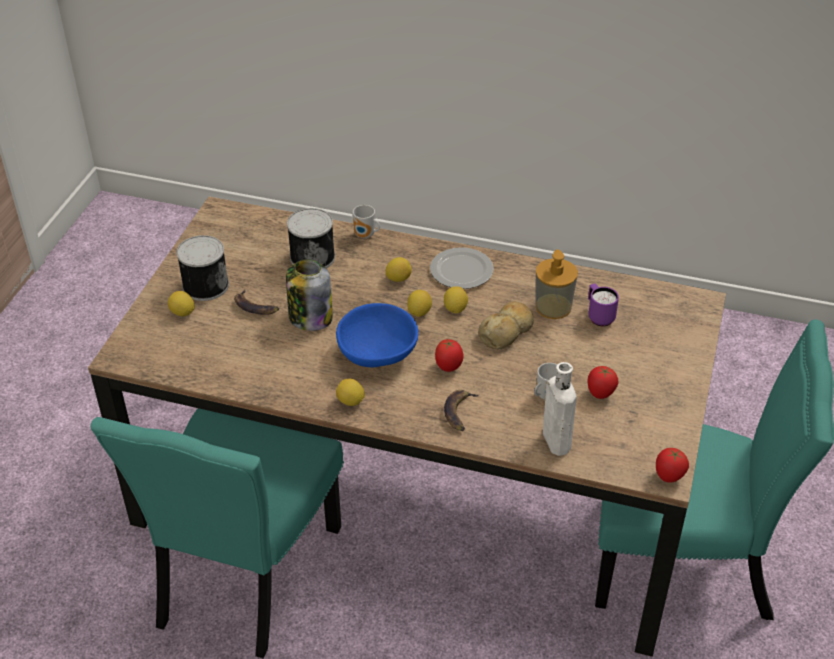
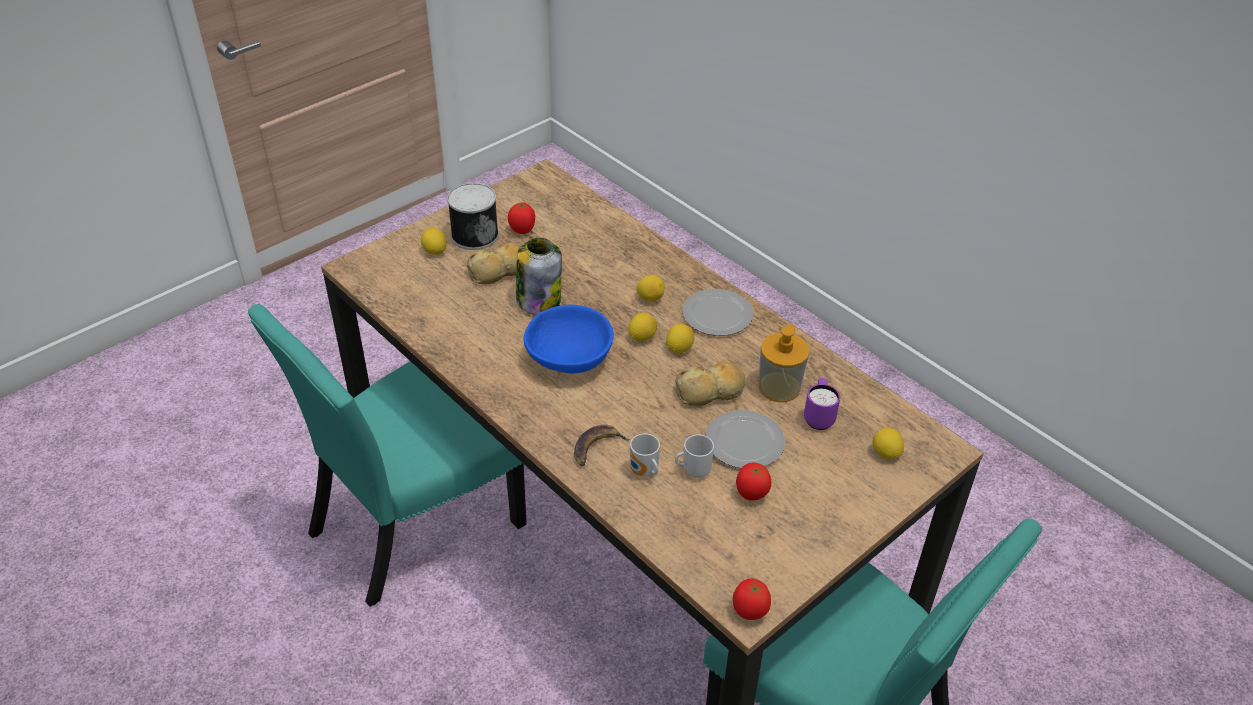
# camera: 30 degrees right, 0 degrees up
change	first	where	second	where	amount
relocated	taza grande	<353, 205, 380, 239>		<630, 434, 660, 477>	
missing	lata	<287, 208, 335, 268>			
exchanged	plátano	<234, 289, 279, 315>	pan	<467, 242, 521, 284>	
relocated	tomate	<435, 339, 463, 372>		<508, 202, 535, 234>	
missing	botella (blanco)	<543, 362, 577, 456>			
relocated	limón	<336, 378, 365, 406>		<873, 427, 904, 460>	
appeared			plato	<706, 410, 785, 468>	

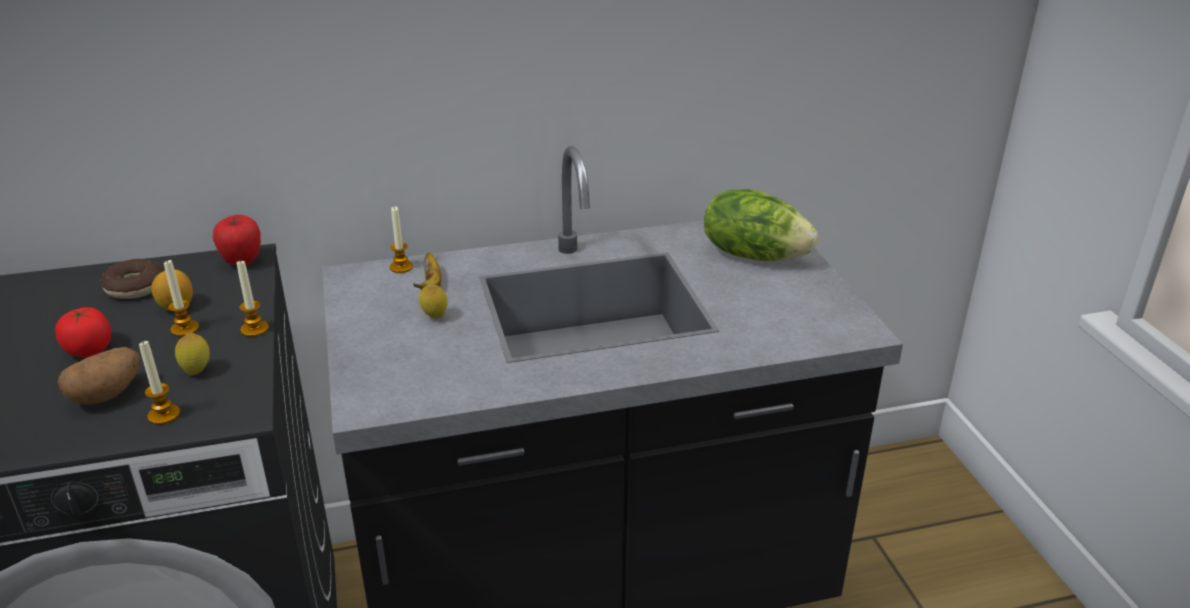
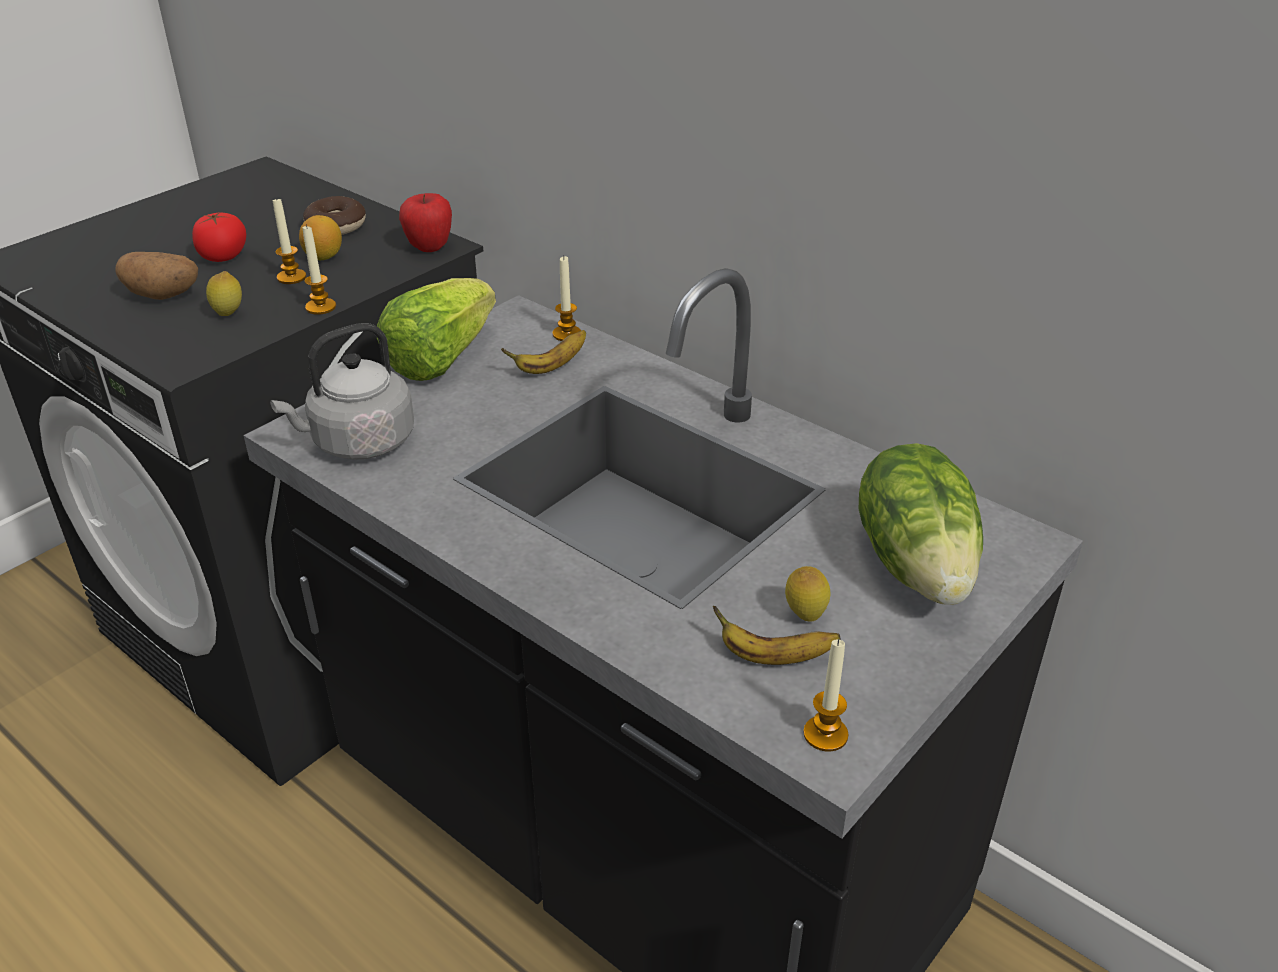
# camera: 55 degrees right, 5 degrees up
change	first	where	second	where	amount
relocated	limón	<419, 285, 448, 319>		<785, 566, 830, 622>	
relocated	vela	<139, 340, 180, 425>		<803, 639, 849, 751>	
appeared			lechuga	<377, 278, 496, 381>	
appeared			hervidor (gris)	<270, 323, 414, 460>	
appeared			plátano	<713, 606, 841, 665>	

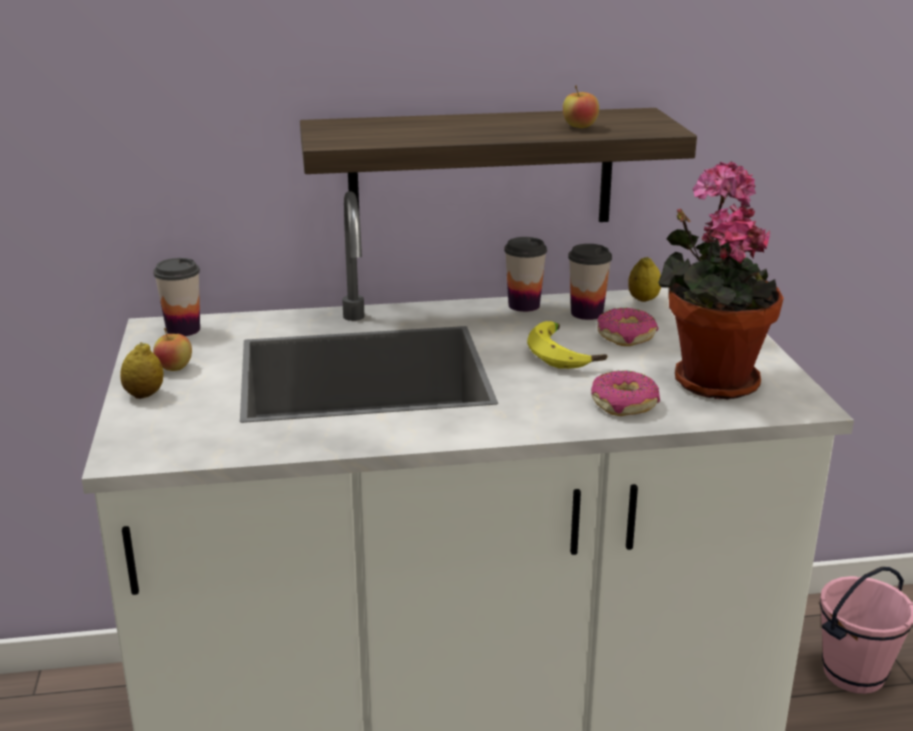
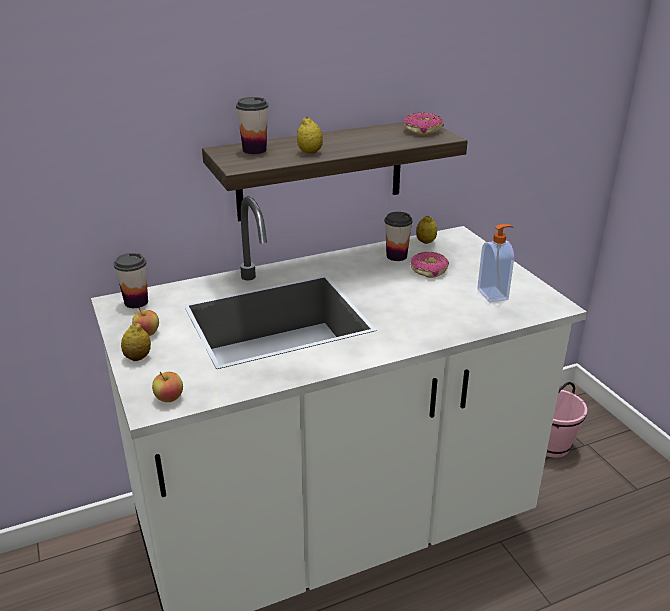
# camera: 15 degrees left, 5 degrees up
change	first	where	second	where	amount
relocated	manzana	<563, 85, 599, 128>		<152, 372, 183, 402>	
exchanged	planta en maceta	<658, 162, 784, 400>	dispensador de jabón	<477, 224, 514, 302>	
relocated	taza	<504, 237, 547, 312>		<236, 97, 268, 154>	
missing	plátano	<527, 321, 607, 369>			
relocated	rosquilla	<591, 371, 660, 416>		<404, 112, 444, 135>	
appeared			limón	<297, 117, 323, 154>	

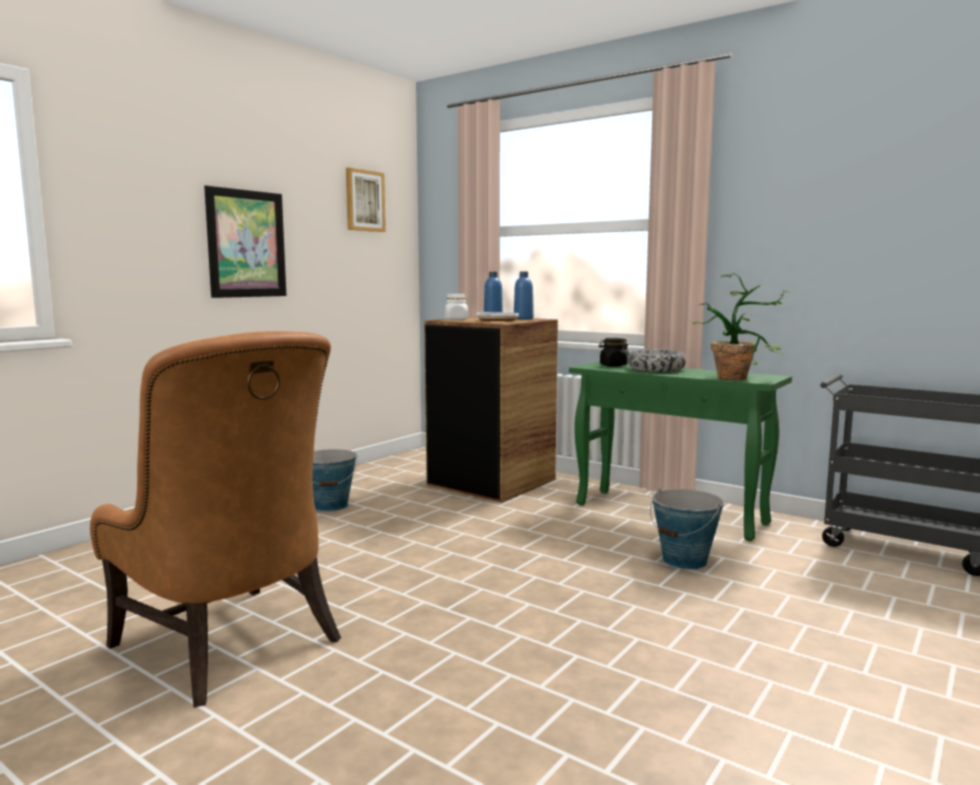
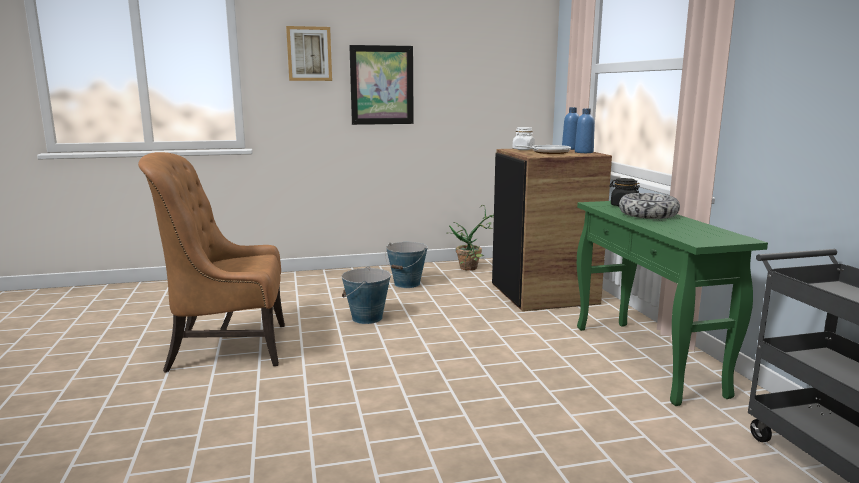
# camera: 40 degrees right, 5 degrees up
change	first	where	second	where	amount
relocated	cuadro	<346, 168, 386, 232>		<286, 26, 332, 81>	
relocated	planta en maceta	<692, 273, 792, 380>		<446, 205, 494, 271>	
spun	silla (marrón)	<90, 331, 341, 708>		<138, 152, 285, 373>	90 degrees clockwise
relocated	cubo	<650, 489, 724, 570>		<341, 266, 391, 324>	

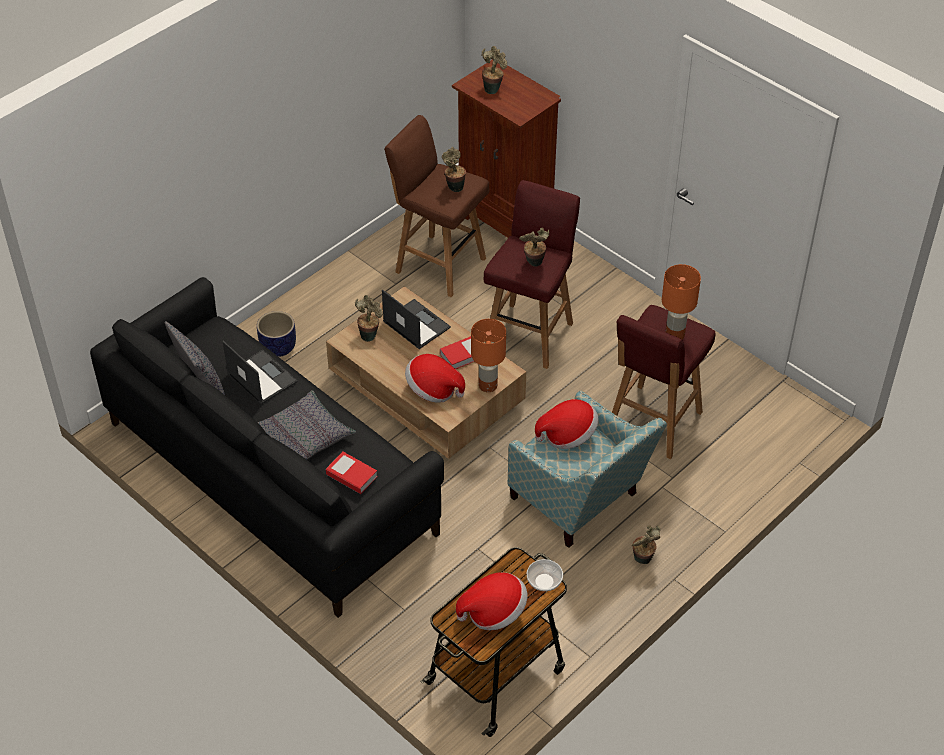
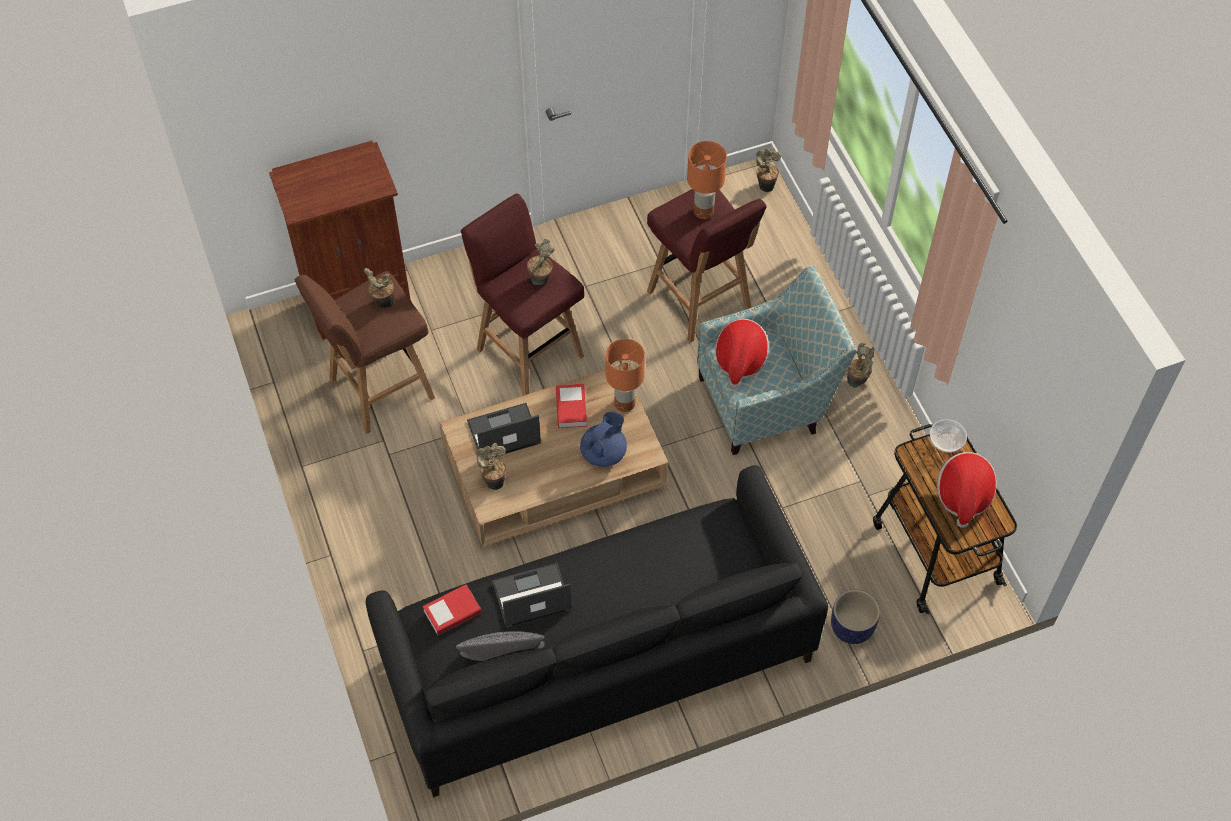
# camera: 65 degrees left, 10 degrees up
change	first	where	second	where	amount
relocated	planta en maceta	<482, 46, 507, 94>		<756, 148, 781, 192>	
relocated	maceta	<257, 311, 296, 357>		<831, 589, 880, 644>	
exchanged	sombrero	<405, 354, 465, 402>	tetera (azul)	<580, 412, 627, 467>	
missing	cojín (gris)	<257, 390, 356, 460>			
relocated	libro	<326, 452, 378, 494>		<423, 584, 481, 635>	

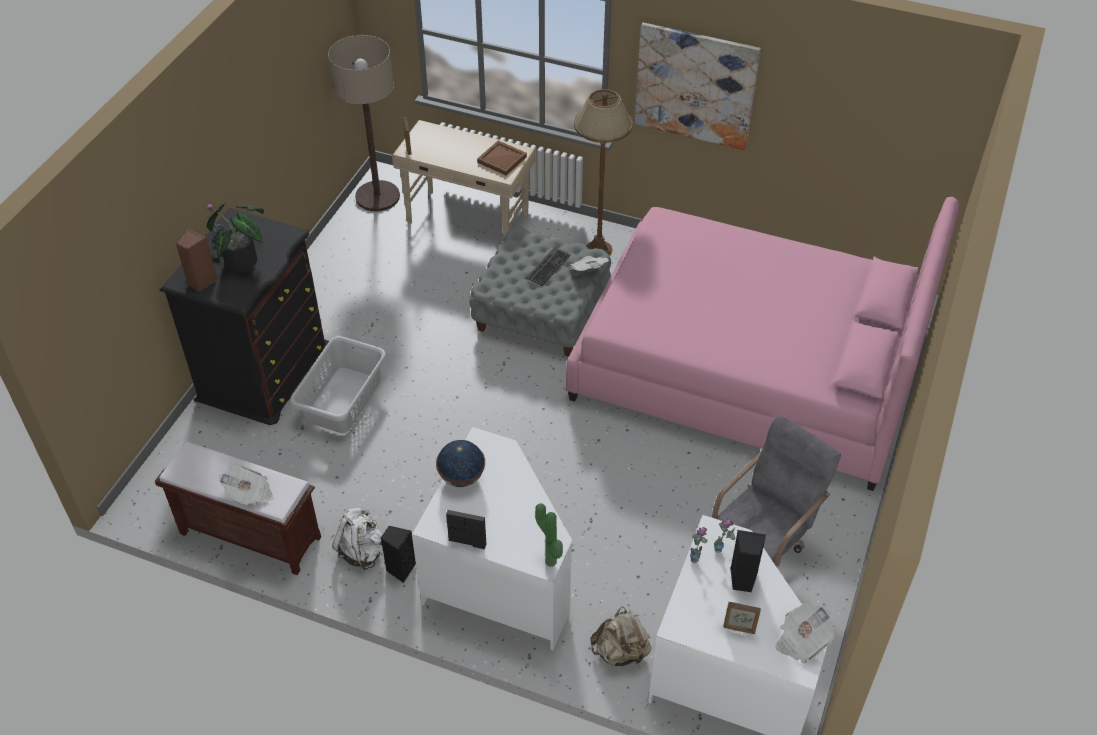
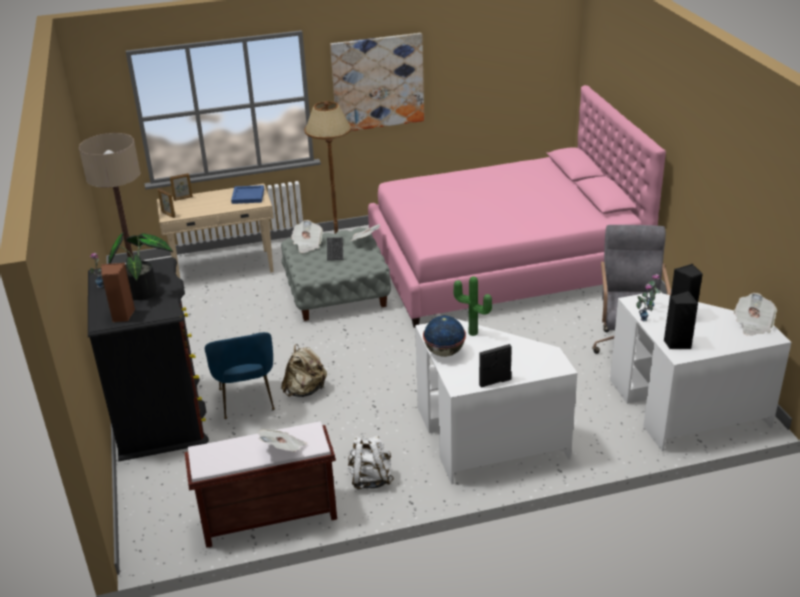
# camera: 35 degrees left, 15 degrees down
change	first	where	second	where	amount
colour	bandeja (marrón)	<477, 141, 527, 175>	bandeja (azul)	<231, 185, 264, 204>	
exchanged	cesto de la ropa (gris)	<290, 336, 387, 433>	silla (azul)	<205, 332, 275, 419>	
relocated	planta en maceta	<535, 503, 563, 567>		<454, 277, 492, 336>	
relocated	altavoz (negro)	<381, 525, 416, 583>		<664, 291, 698, 349>	
relocated	portarretratos	<724, 601, 761, 634>		<170, 173, 193, 201>	
relocated	mochila (beis)	<590, 606, 652, 667>		<281, 344, 327, 397>	
appeared			periódico	<291, 220, 323, 253>	

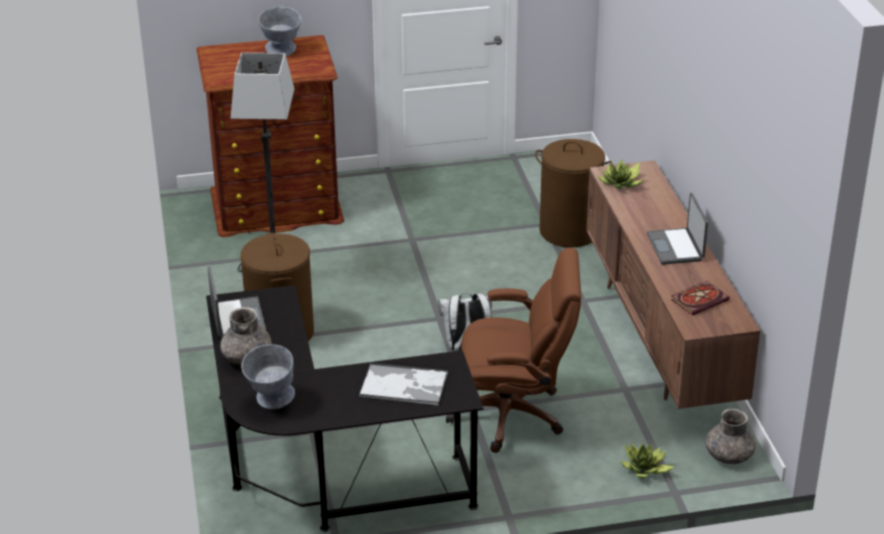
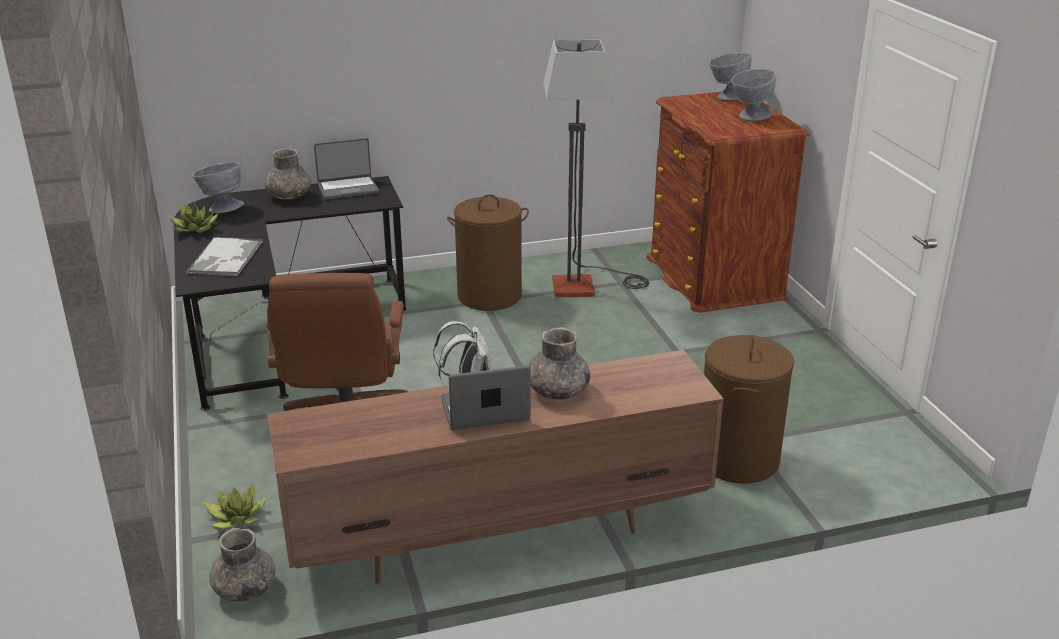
# camera: 85 degrees right, 5 degrees down
change	first	where	second	where	amount
relocated	planta en maceta	<597, 160, 643, 189>		<168, 203, 219, 233>	
missing	libro	<671, 281, 730, 315>			
appeared			cuenco (gris)	<709, 52, 752, 100>	
appeared			florero (gris)	<528, 327, 590, 399>	

